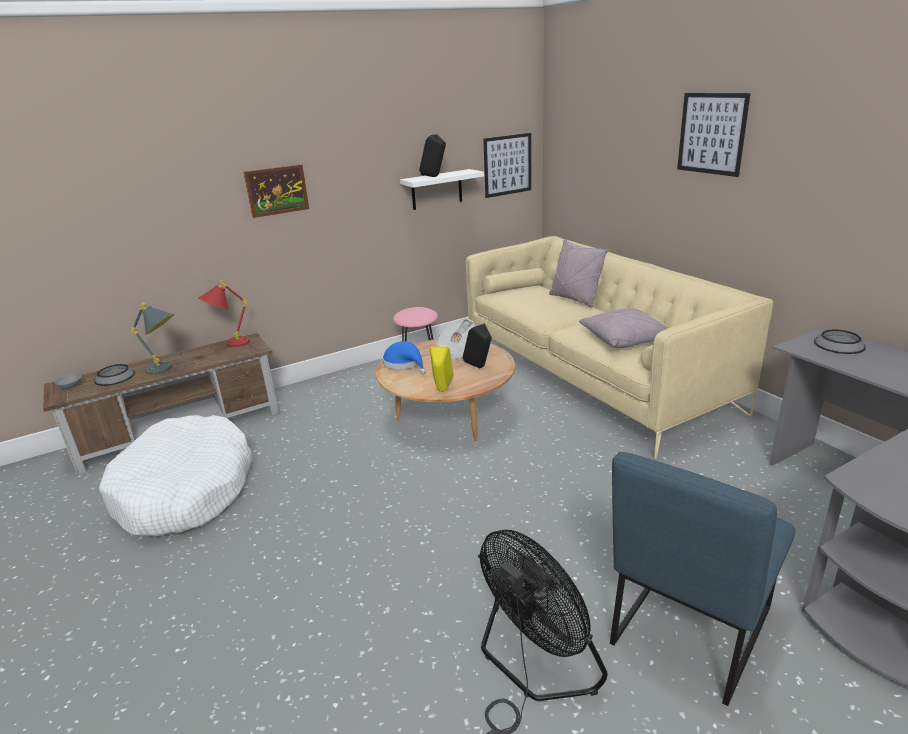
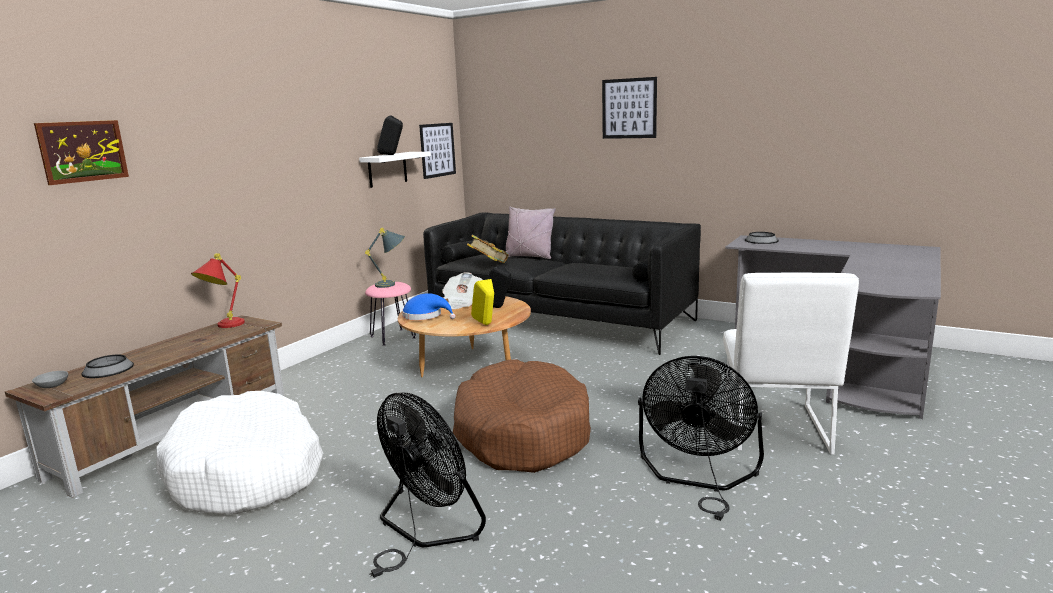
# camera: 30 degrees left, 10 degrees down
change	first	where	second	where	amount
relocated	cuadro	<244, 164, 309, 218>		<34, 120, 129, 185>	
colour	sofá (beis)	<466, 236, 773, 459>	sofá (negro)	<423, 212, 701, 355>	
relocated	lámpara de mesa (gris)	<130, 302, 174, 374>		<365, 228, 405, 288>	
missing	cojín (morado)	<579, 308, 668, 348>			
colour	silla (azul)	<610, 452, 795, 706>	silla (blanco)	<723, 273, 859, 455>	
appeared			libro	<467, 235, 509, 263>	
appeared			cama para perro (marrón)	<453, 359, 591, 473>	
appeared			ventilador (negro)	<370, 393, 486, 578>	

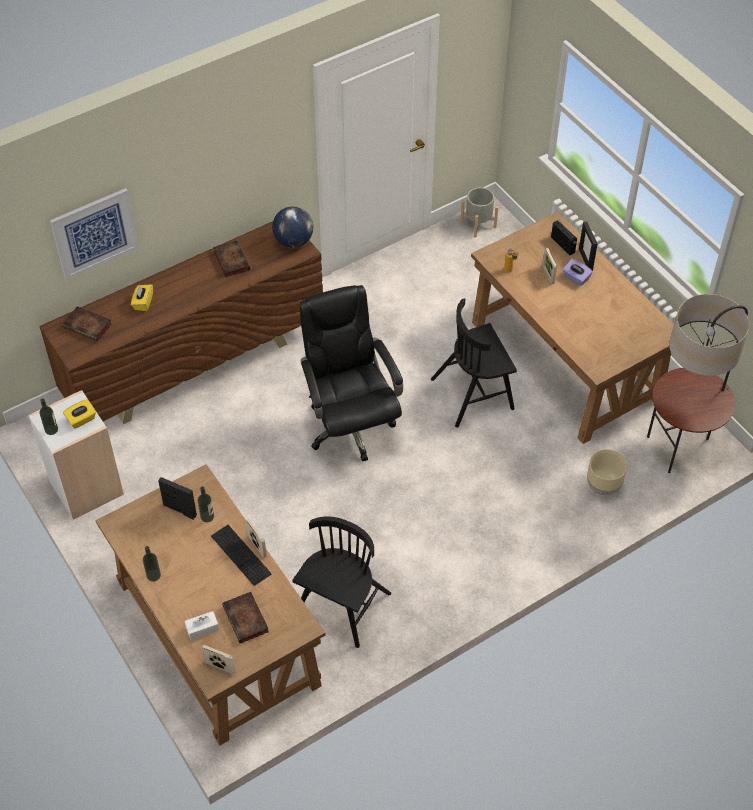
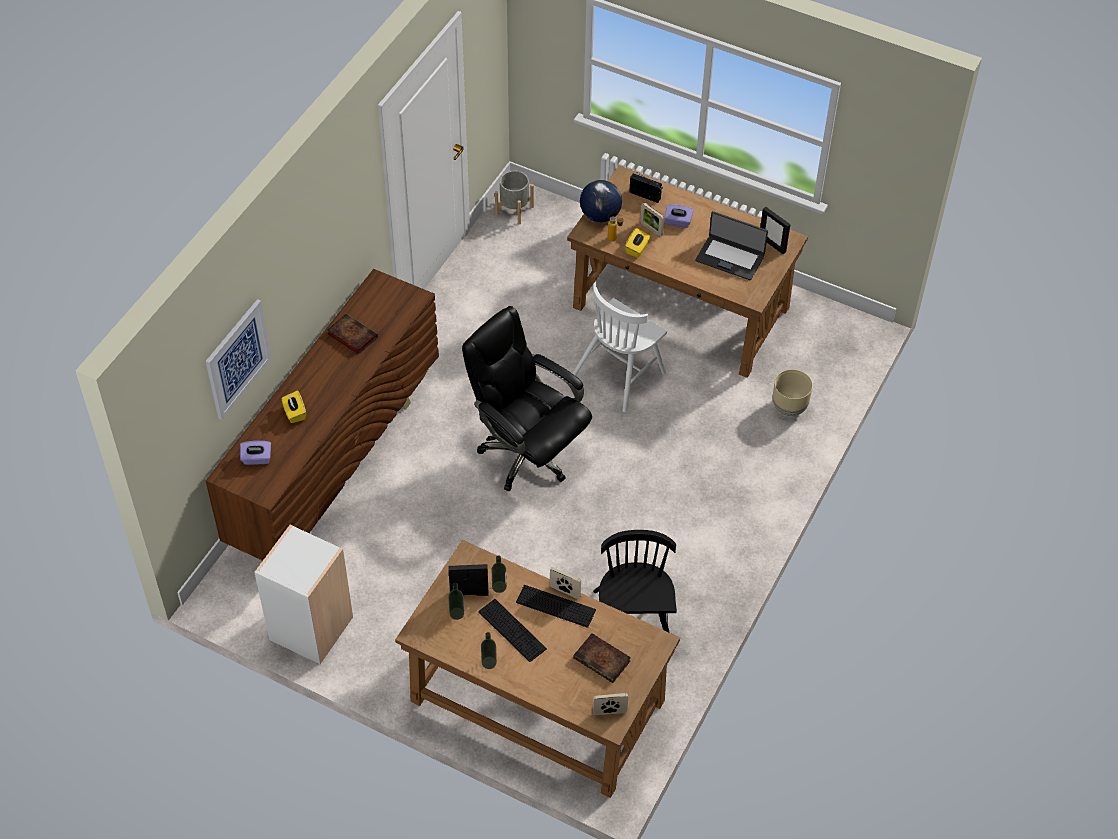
# camera: 30 degrees left, 0 degrees up
change	first	where	second	where	amount
relocated	globo terráqueo	<272, 206, 313, 248>		<580, 180, 622, 223>	
relocated	portarretratos	<579, 222, 598, 271>		<760, 207, 790, 254>	
missing	lámpara de pie	<647, 294, 749, 473>			
colour	silla (negro)	<431, 298, 517, 427>	silla (blanco)	<572, 282, 667, 412>	
exchanged	libro	<62, 306, 112, 342>	caja de pañuelos (morado)	<240, 441, 271, 465>	
relocated	botella	<40, 399, 58, 435>		<448, 582, 464, 620>	
relocated	caja de pañuelos (amarillo)	<63, 399, 96, 429>		<625, 228, 651, 258>	
missing	caja de pañuelos (blanco)	<185, 611, 219, 640>			
appeared			portátil	<695, 211, 768, 280>	
appeared			teclado	<478, 599, 547, 662>	

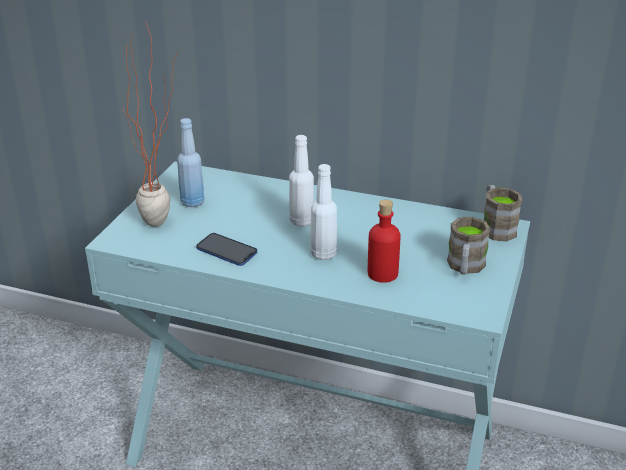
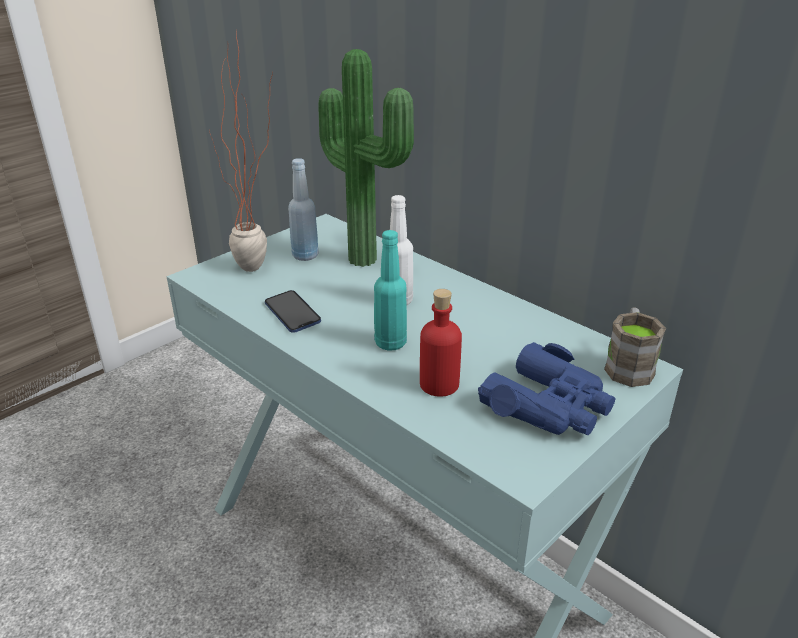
# camera: 25 degrees right, 0 degrees up
change	first	where	second	where	amount
colour	botella (blanco)	<310, 164, 337, 260>	botella (turquesa)	<374, 230, 407, 351>	
exchanged	taza grande (marrón)	<447, 217, 491, 275>	prismáticos (azul)	<478, 342, 616, 435>	
appeared			planta en maceta	<318, 49, 414, 267>	

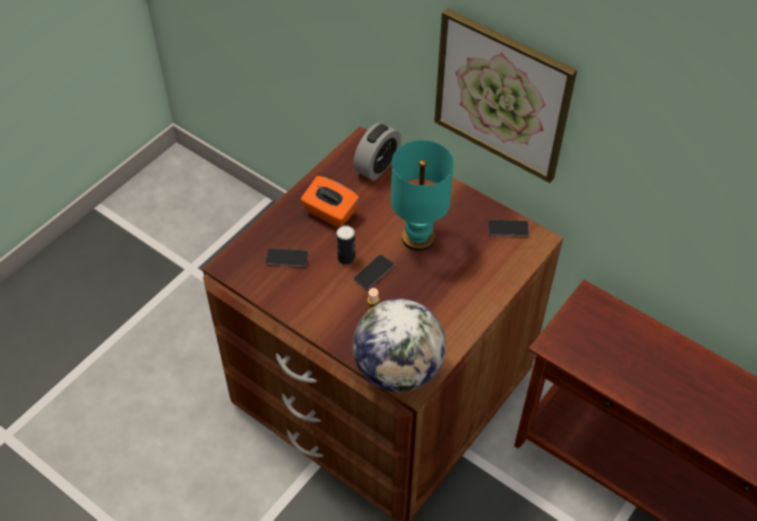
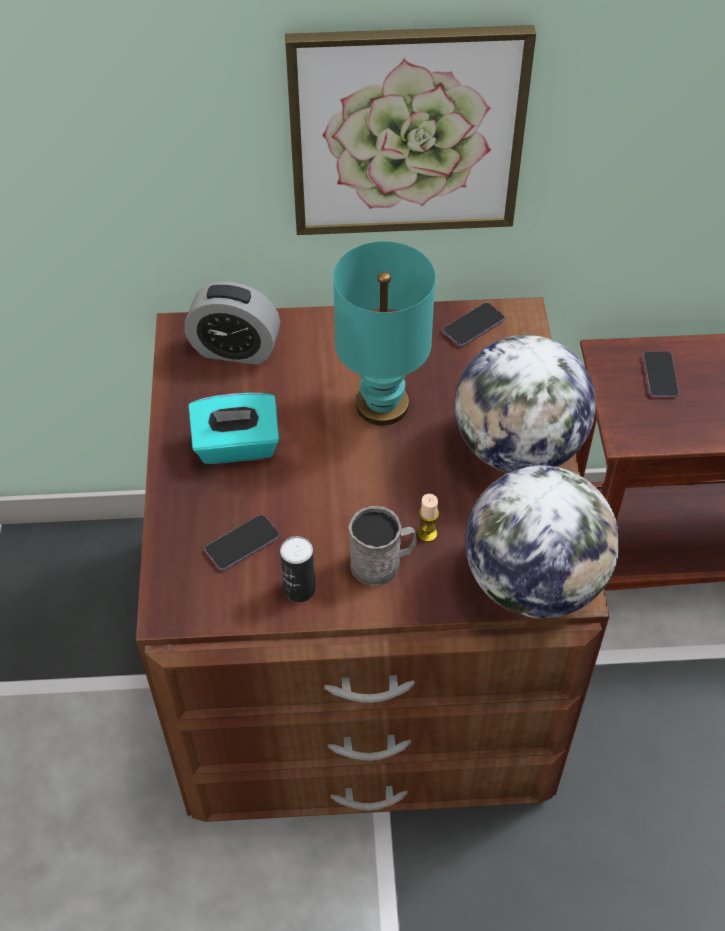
# camera: 40 degrees left, 0 degrees up
change	first	where	second	where	amount
spun	despertador	<353, 123, 401, 181>		<184, 282, 280, 365>	105 degrees clockwise
colour	caja de pañuelos (naranja)	<301, 176, 359, 228>	caja de pañuelos (turquesa)	<189, 393, 279, 464>	
relocated	lata	<336, 225, 355, 265>		<280, 536, 315, 602>	
relocated	móvil	<354, 255, 394, 289>		<643, 351, 679, 397>	
appeared			globo terráqueo	<455, 335, 596, 473>	
appeared			taza grande (gris)	<349, 506, 417, 586>	

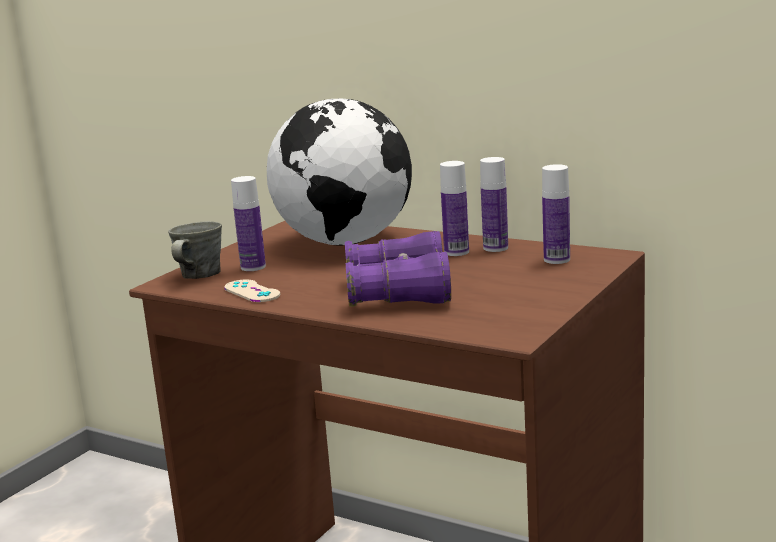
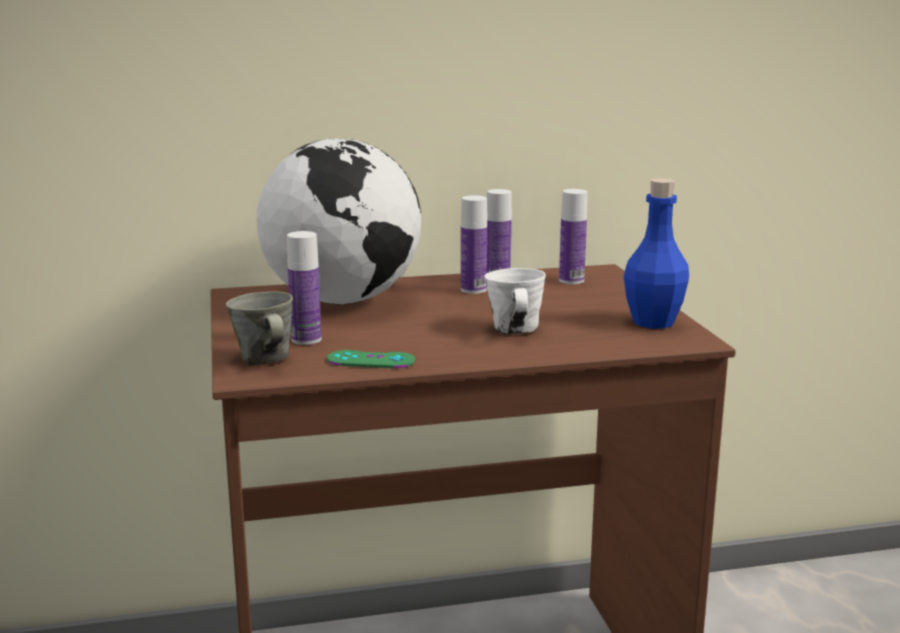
# camera: 45 degrees left, 0 degrees up
change	first	where	second	where	amount
exchanged	prismáticos (morado)	<345, 231, 451, 307>	taza grande (blanco)	<484, 268, 546, 335>	
colour	mando de consola (beis)	<224, 280, 280, 302>	mando de consola (verde)	<327, 350, 415, 368>	
appeared			botella (azul)	<624, 178, 689, 329>	

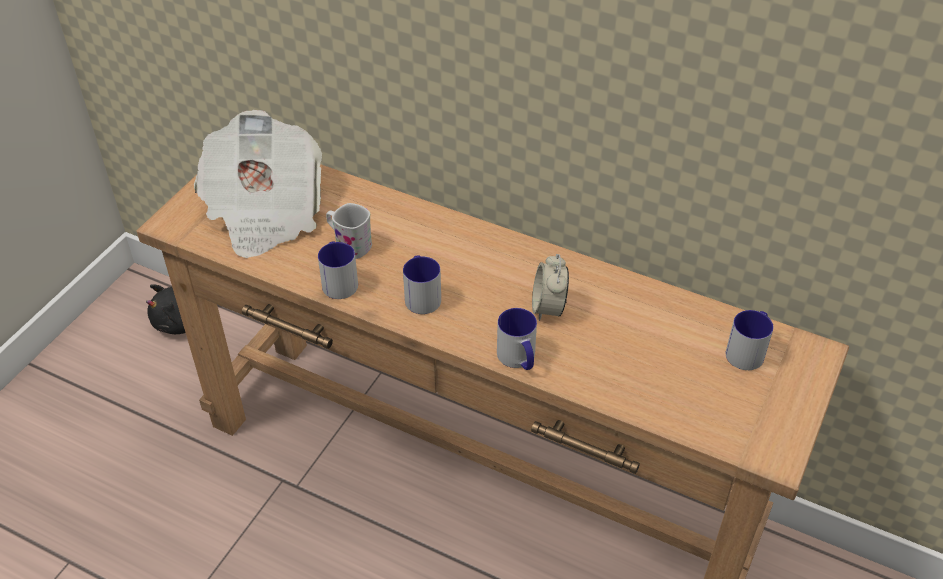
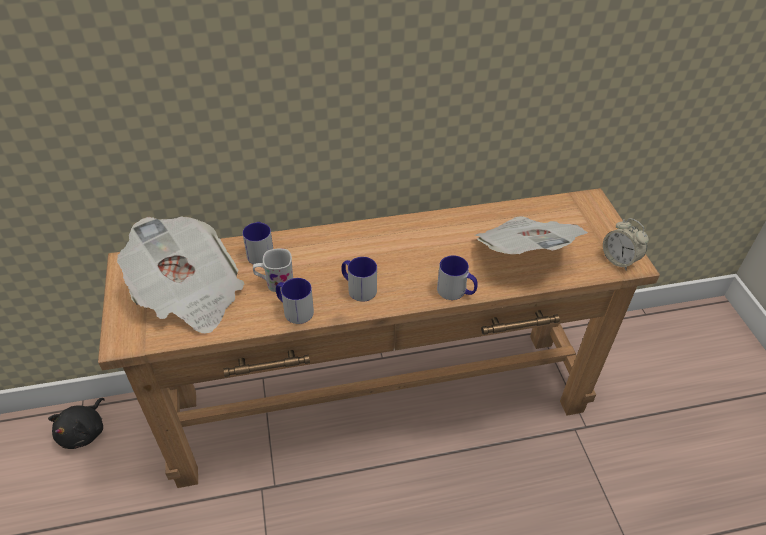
# camera: 40 degrees left, 0 degrees up
change	first	where	second	where	amount
relocated	despertador	<532, 254, 569, 321>		<603, 218, 649, 271>	
relocated	taza grande	<726, 310, 773, 370>		<243, 222, 273, 265>	
appeared			periódico	<475, 216, 588, 254>	

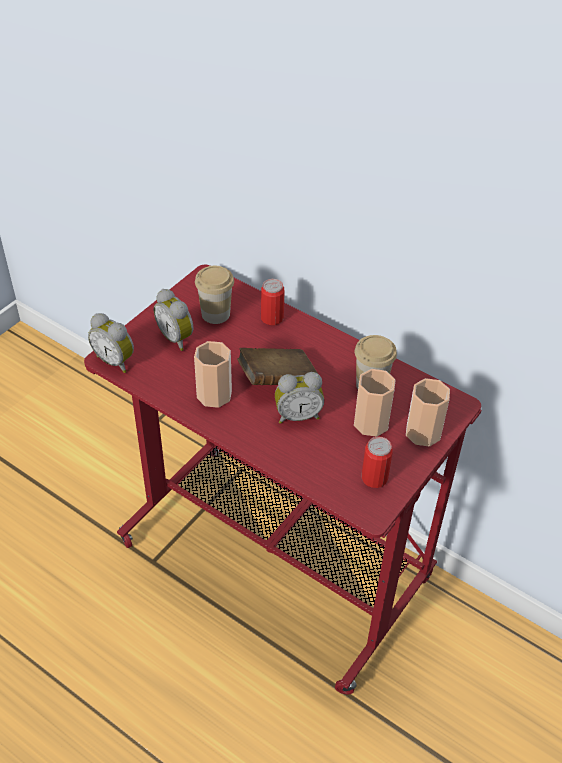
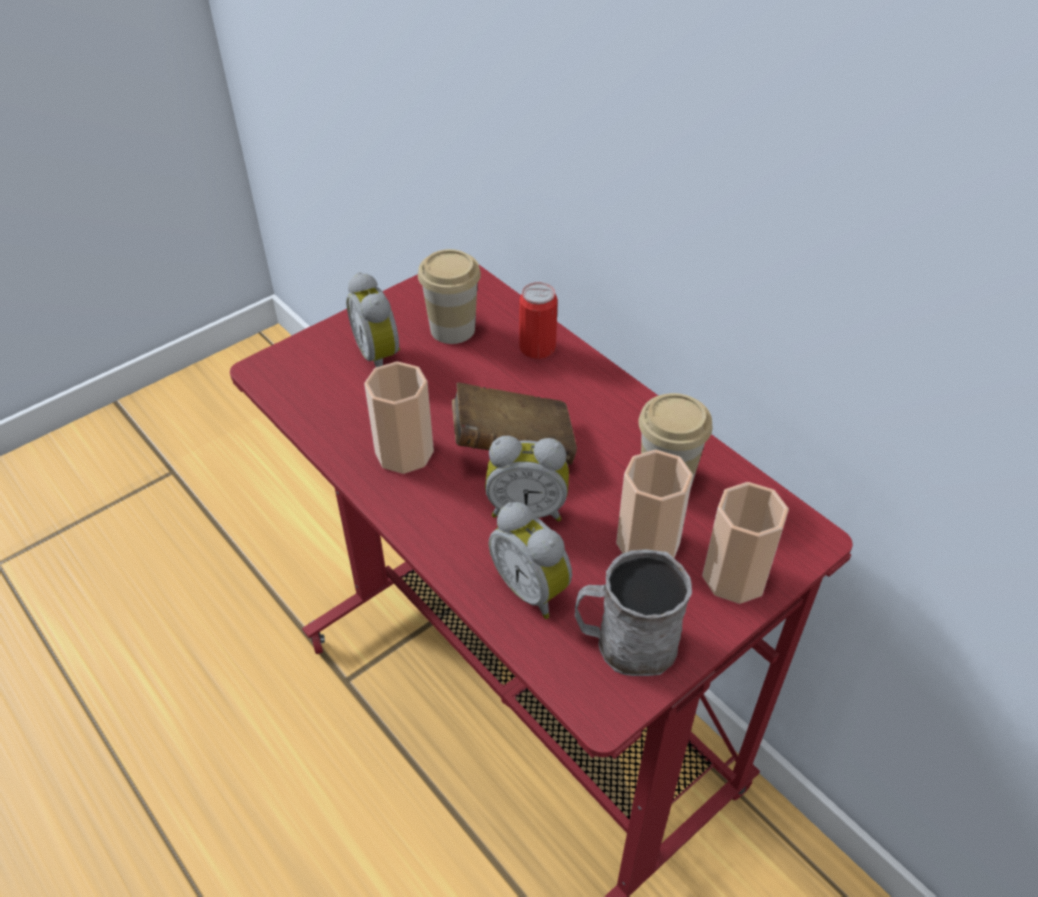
# camera: 15 degrees right, 0 degrees up
change	first	where	second	where	amount
relocated	despertador	<88, 313, 134, 373>		<489, 502, 572, 619>	
exchanged	lata	<362, 437, 393, 488>	taza grande (gris)	<575, 549, 692, 676>	

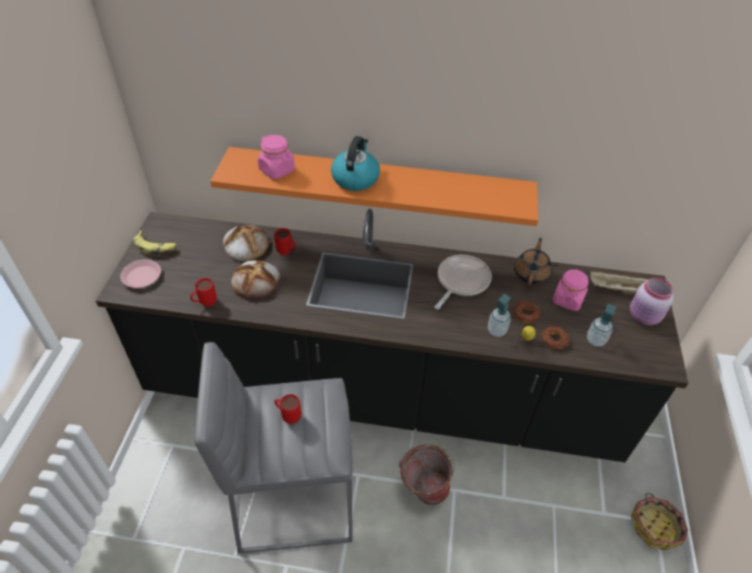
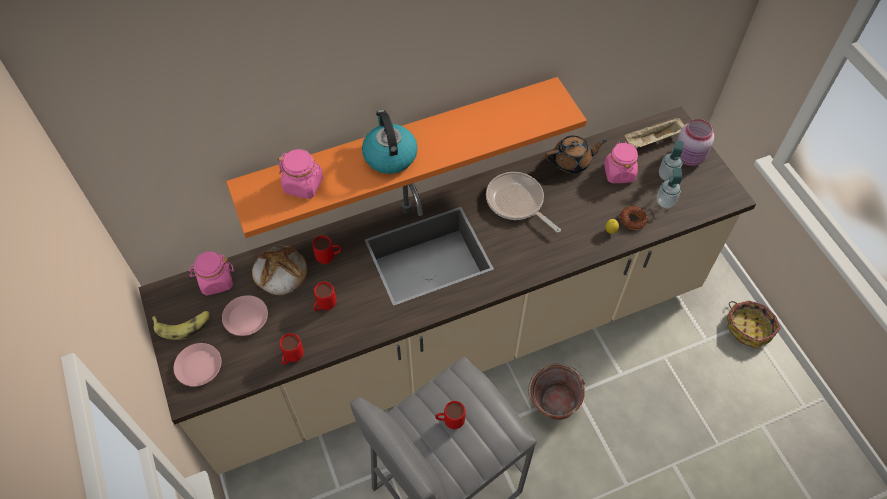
# camera: 30 degrees left, 10 degrees up
change	first	where	second	where	amount
colour	mueble bajo de cocina (negro)	<96, 209, 689, 462>	mueble bajo de cocina (beis)	<139, 106, 756, 475>	
spun	tetera (marrón)	<514, 238, 552, 285>		<545, 135, 607, 173>	90 degrees clockwise
spun	sartén	<435, 255, 492, 309>		<486, 172, 561, 233>	45 degrees counterclockwise
exchanged	pan	<231, 260, 280, 300>	taza grande (rojo)	<314, 282, 337, 311>	
relocated	dispensador de jabón	<488, 294, 511, 337>		<659, 140, 684, 180>	
missing	rosquilla	<513, 301, 540, 323>			
appeared			tarro (rosa)	<188, 251, 234, 296>	
appeared			plato (rosa)	<222, 295, 268, 336>	

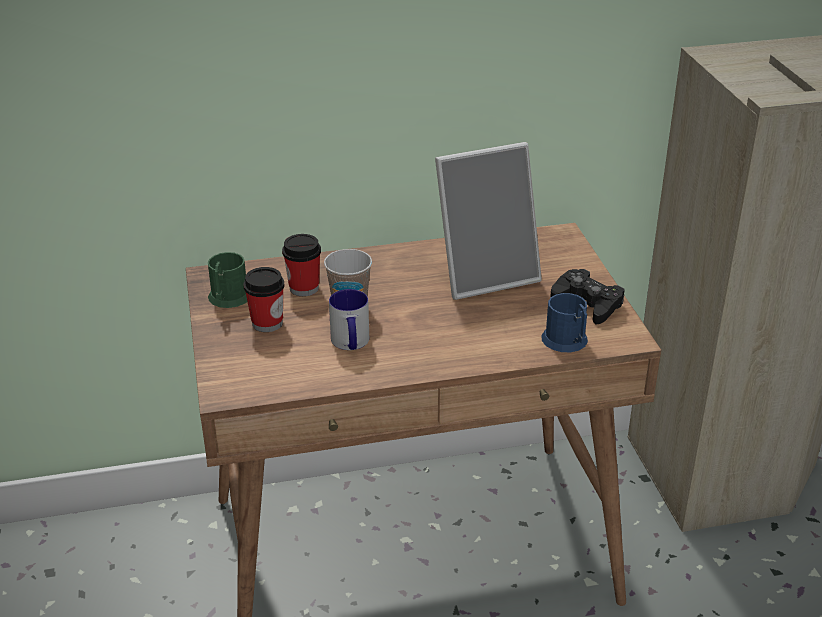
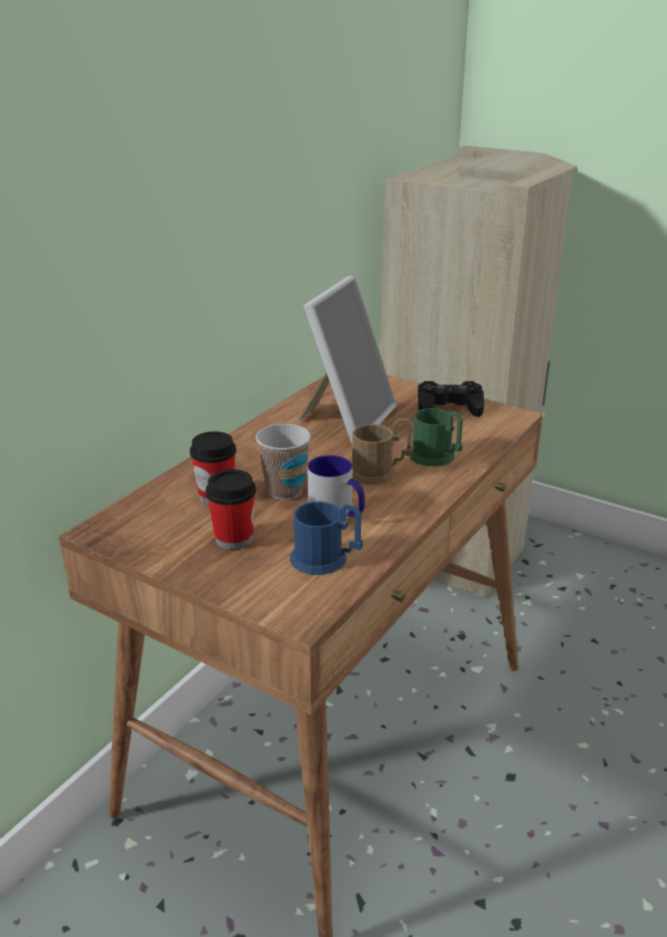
# camera: 45 degrees left, 5 degrees down
change	first	where	second	where	amount
relocated	taza grande (verde)	<208, 252, 247, 308>		<408, 408, 463, 467>	
relocated	taza grande (azul)	<541, 293, 588, 352>		<290, 501, 363, 575>	
appeared			taza grande (marrón)	<352, 419, 413, 485>	

